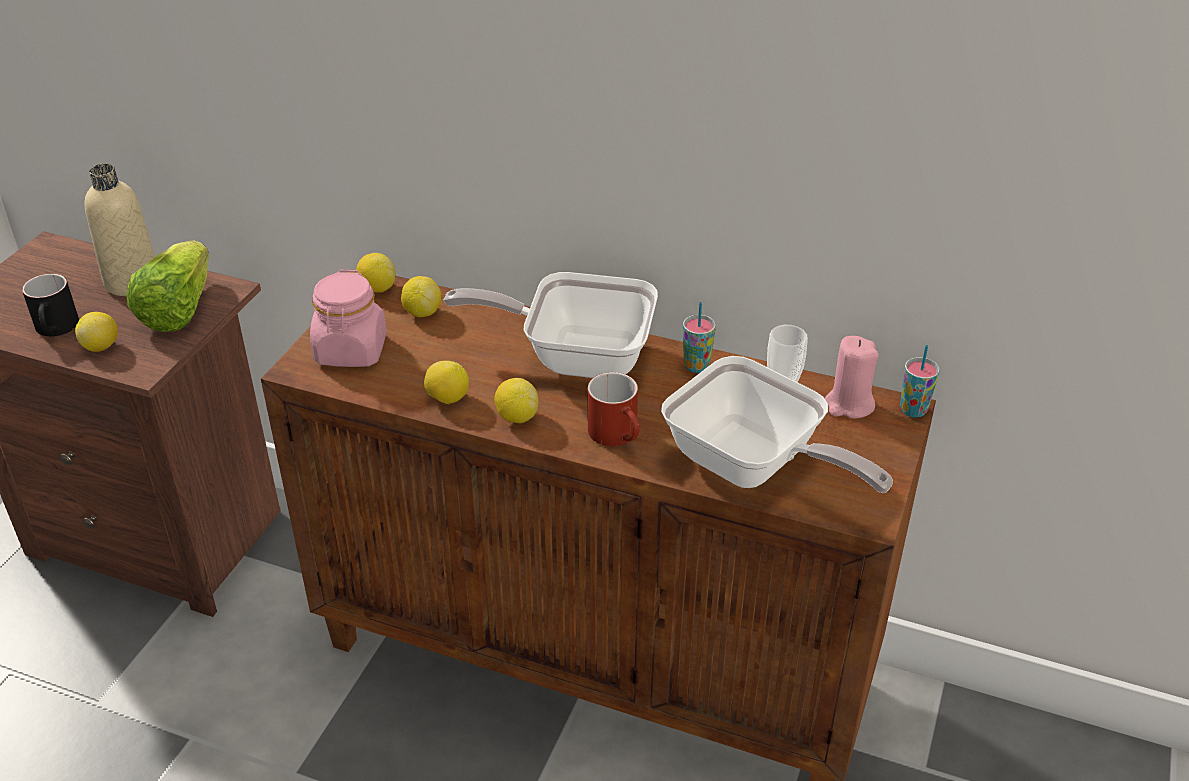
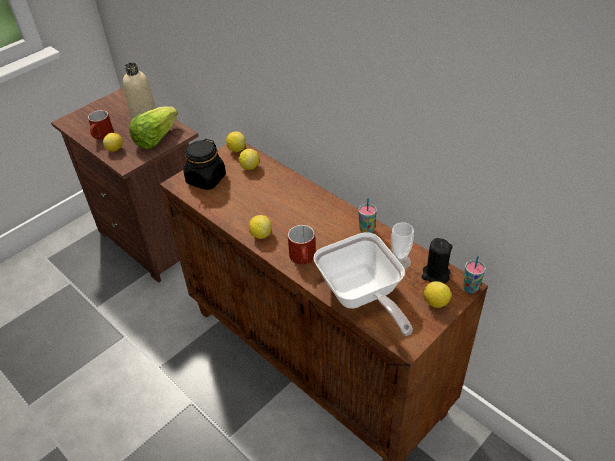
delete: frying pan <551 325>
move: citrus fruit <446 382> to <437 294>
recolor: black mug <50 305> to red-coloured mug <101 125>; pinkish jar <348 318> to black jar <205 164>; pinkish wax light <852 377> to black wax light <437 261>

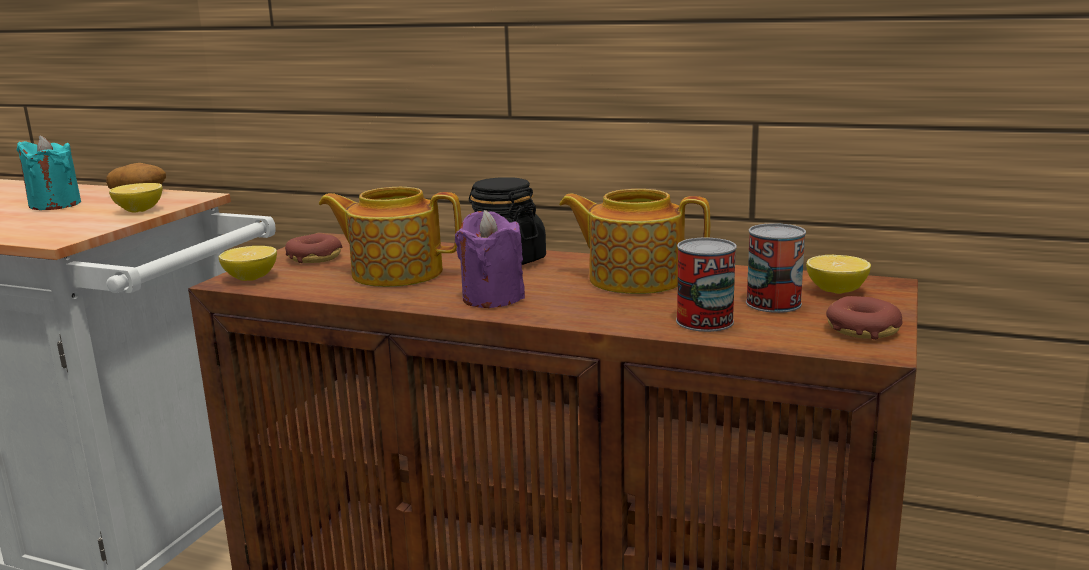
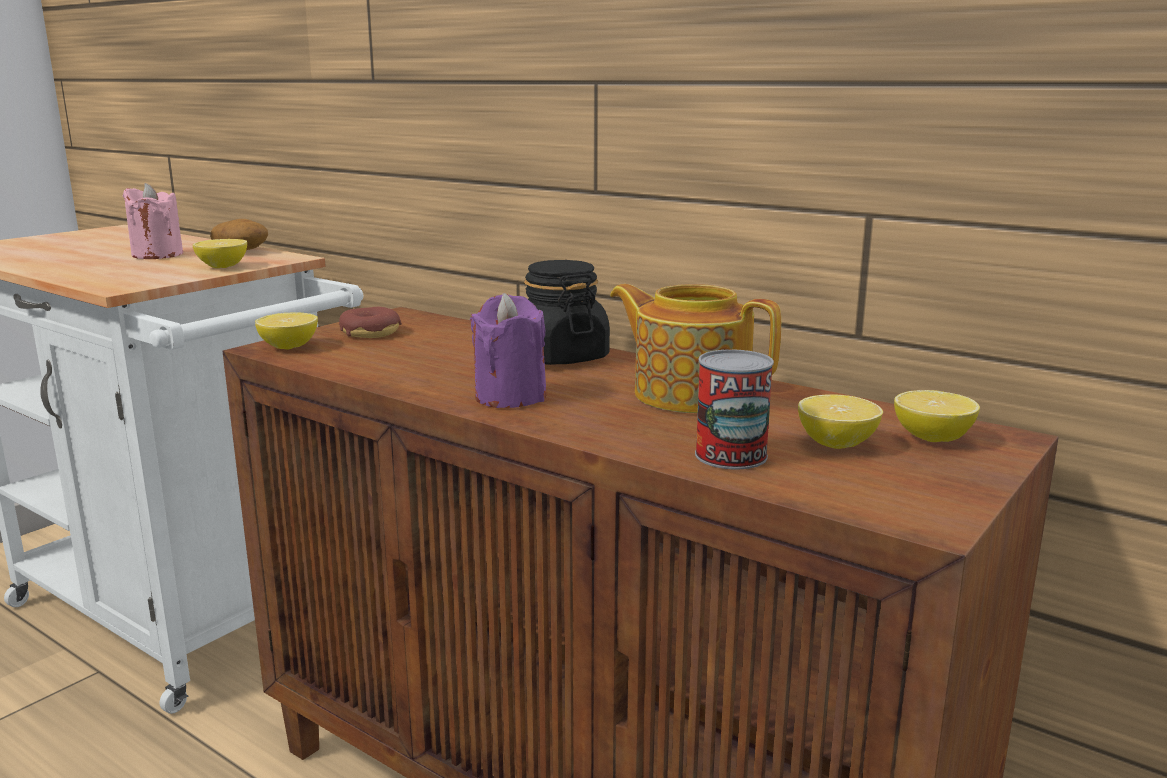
delete: pot for tea <390 237>; donut <864 318>
replace: can <776 268> to citrus fruit <840 422>
recolor: turquoise wax light <49 173> to pinkish wax light <153 221>

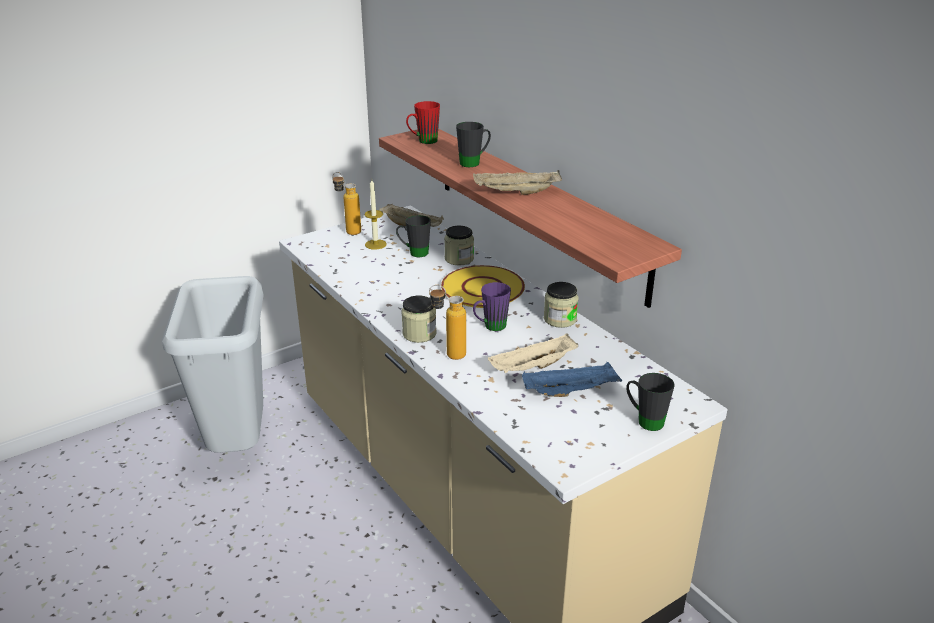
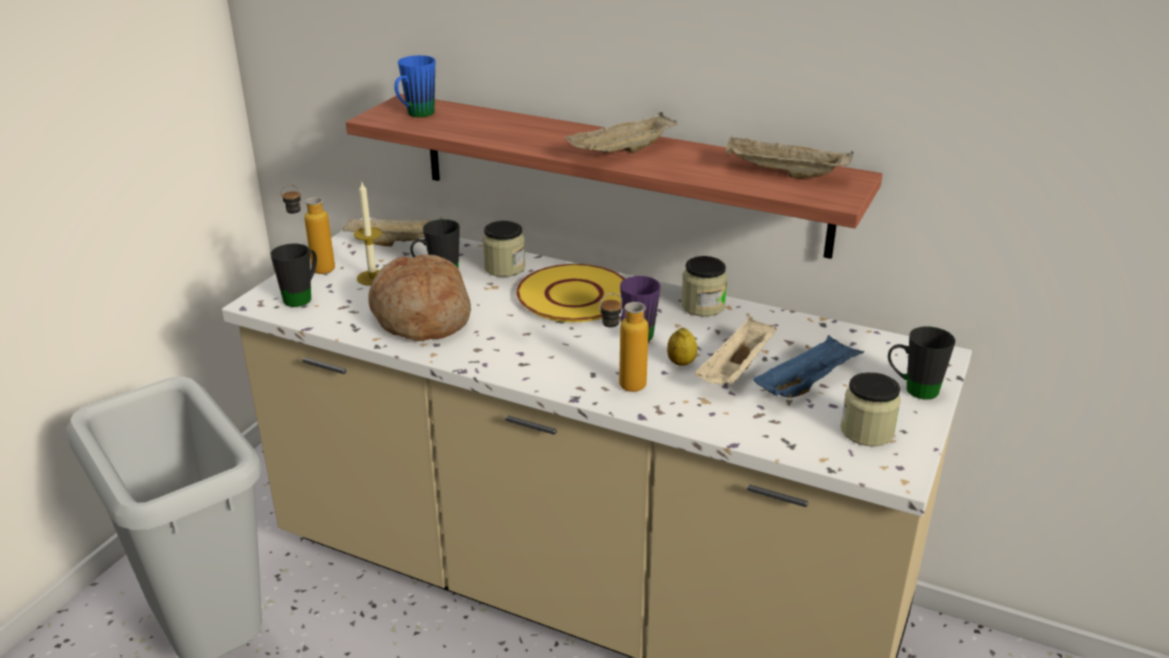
insert: bread <419 297>; citrus fruit <682 347>; beige-coloured tray <789 157>
move: black mug <473 144> to <293 275>; jar <419 319> to <870 409>
recolor: red-coloured mug <423 122> to blue-coloured mug <414 86>

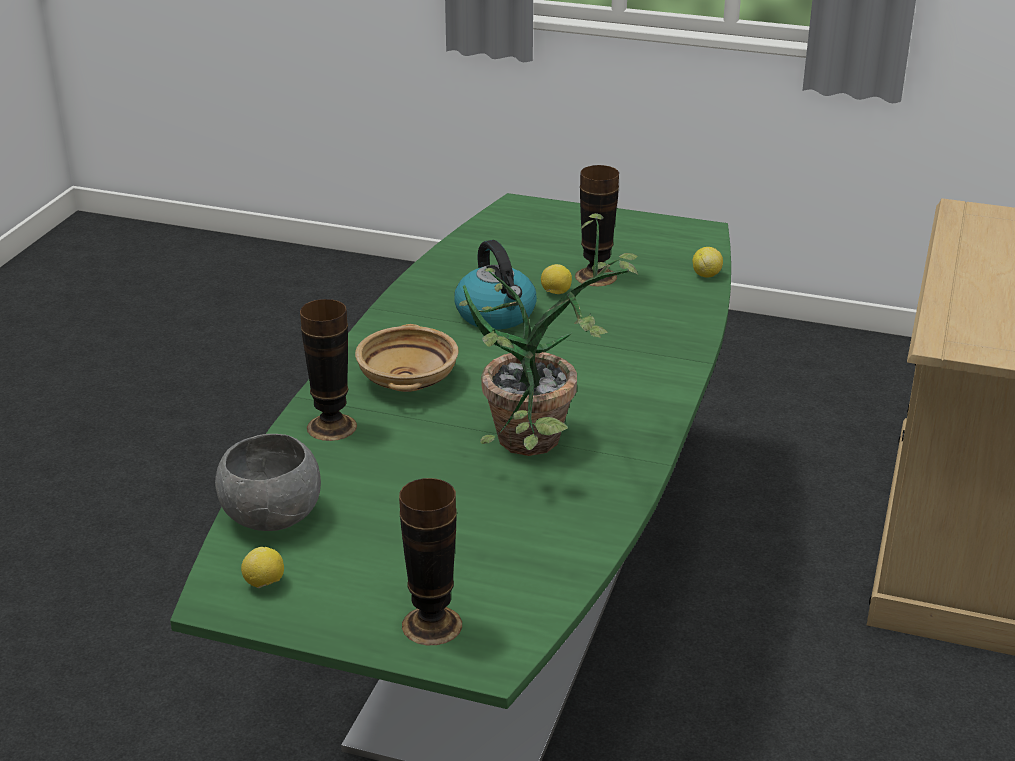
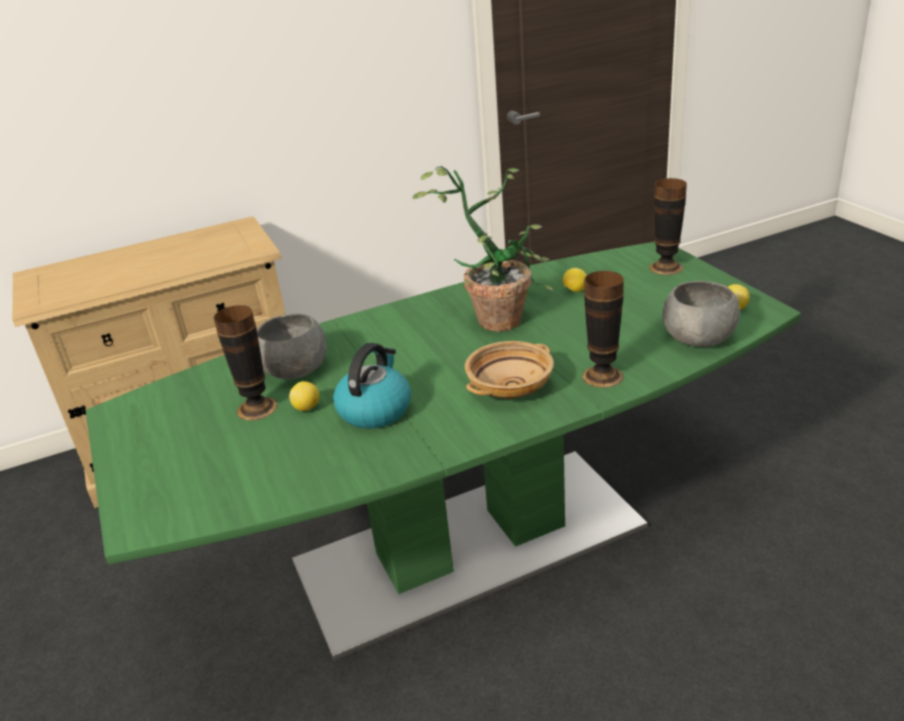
insert: grey deep dish <292 346>
move: citrus fruit <708 262> to <575 280>

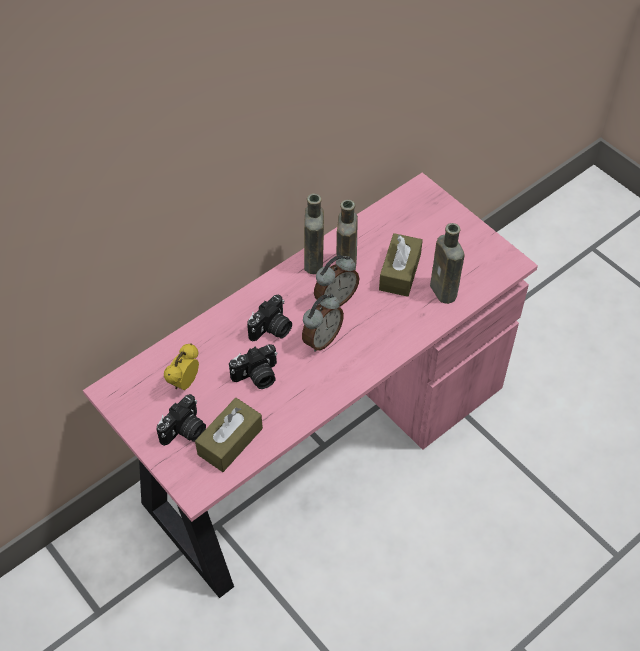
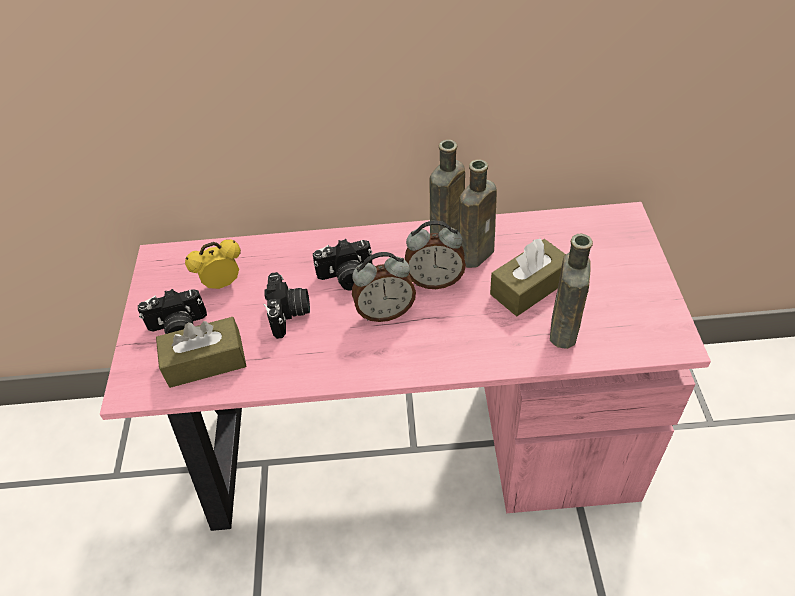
rotate: still camera <253 366> = <286 305> 105 degrees counterclockwise

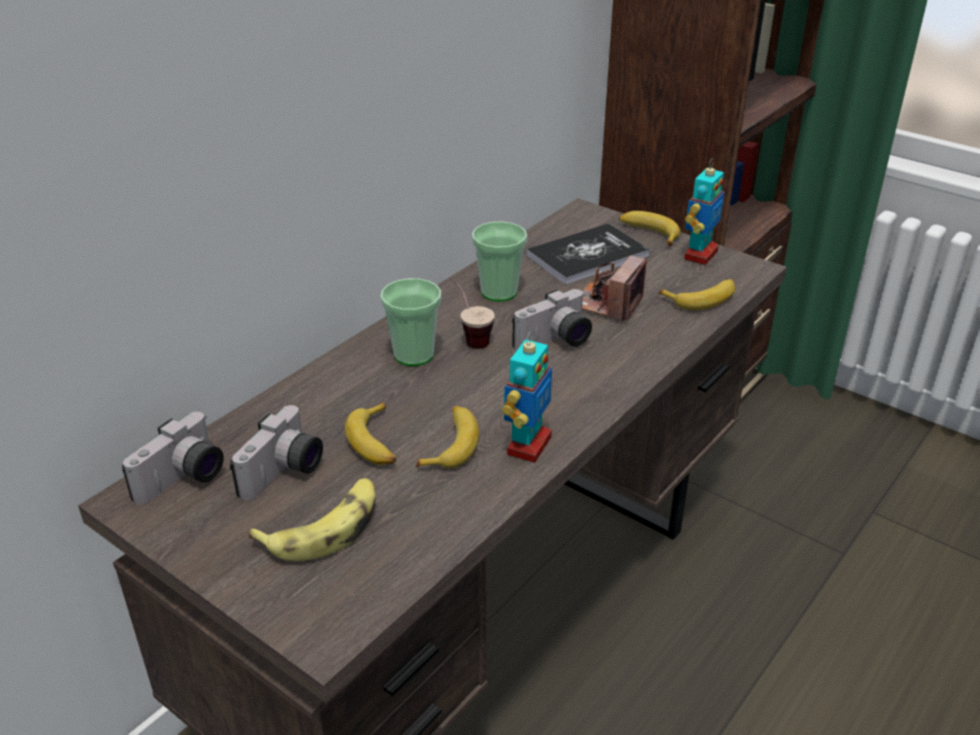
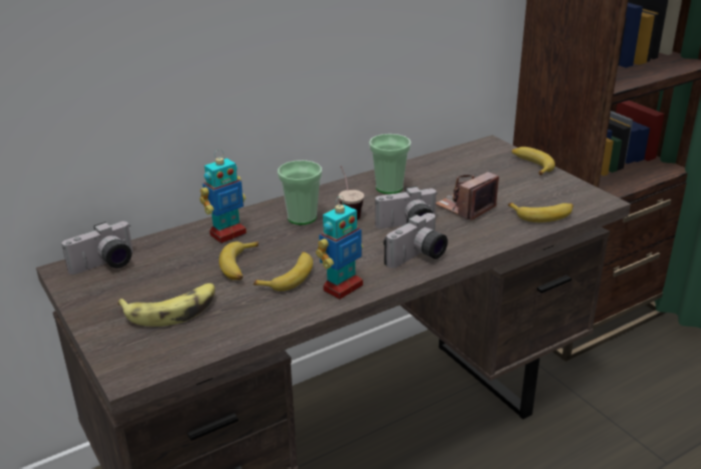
delete: bound book <588 254>
move: model robot <704 211> to <223 196>; still camera <276 453> to <416 240>

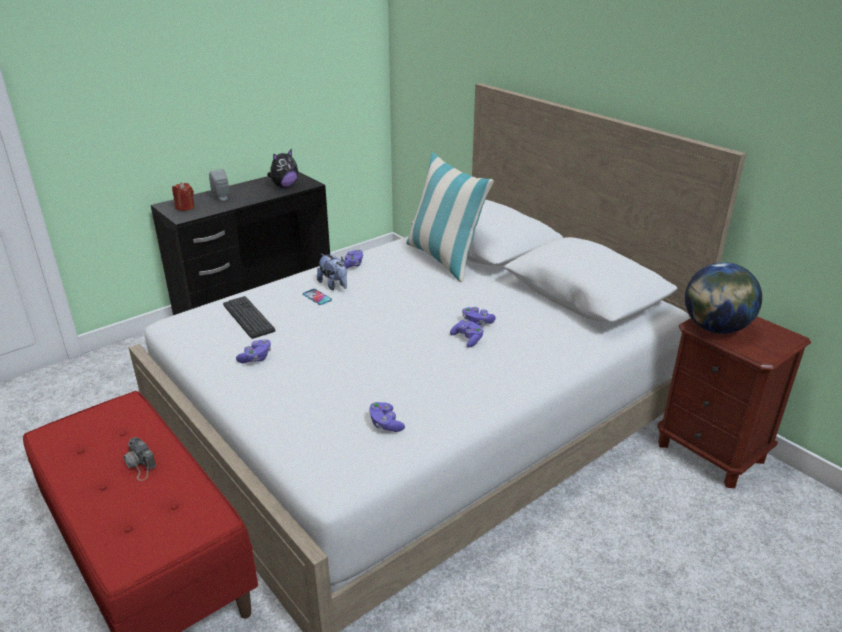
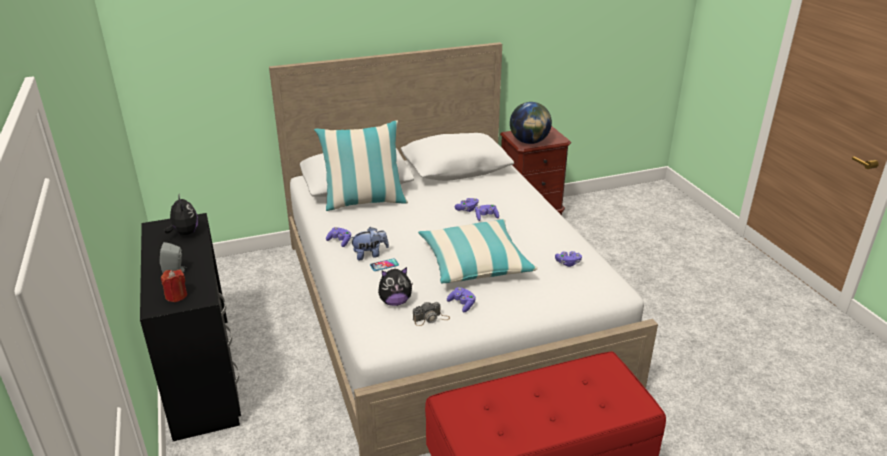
insert: throw pillow <477 251>
move: still camera <139 459> to <431 314>
replace: PC keyboard <249 317> to cuddly toy <395 286>

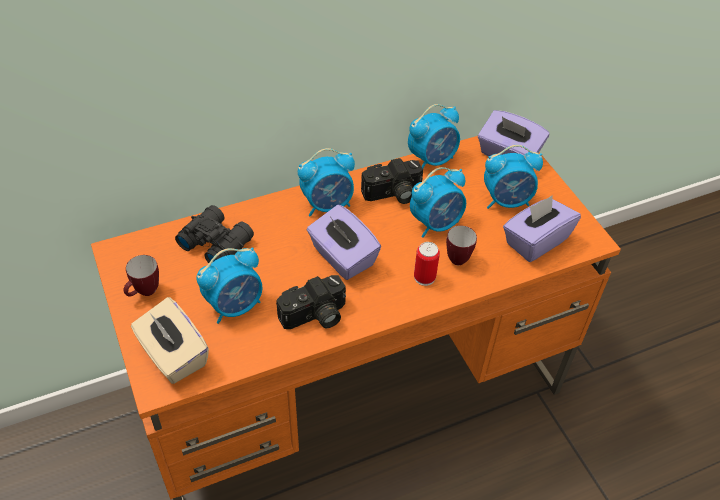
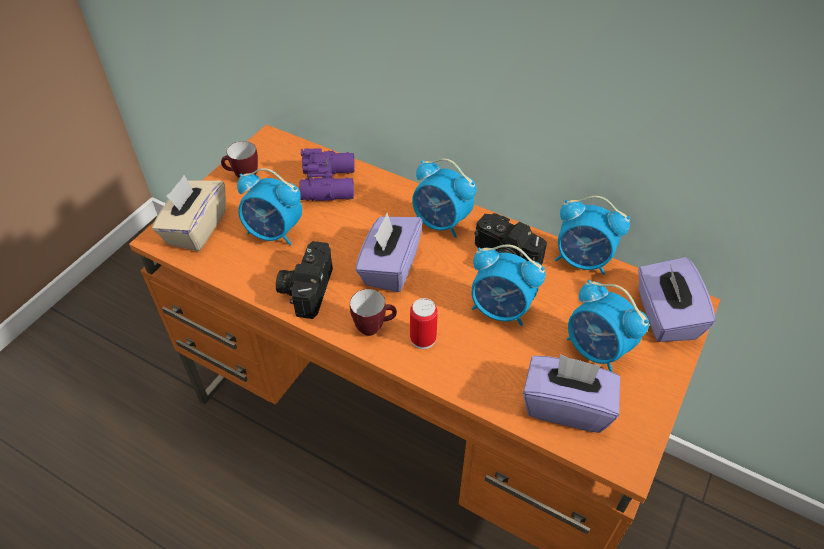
move: mug <461 245> to <373 312>
recolor: black binoculars <214 234> to purplish binoculars <327 174>
rotate: still camera <311 302> = <304 280> 75 degrees clockwise

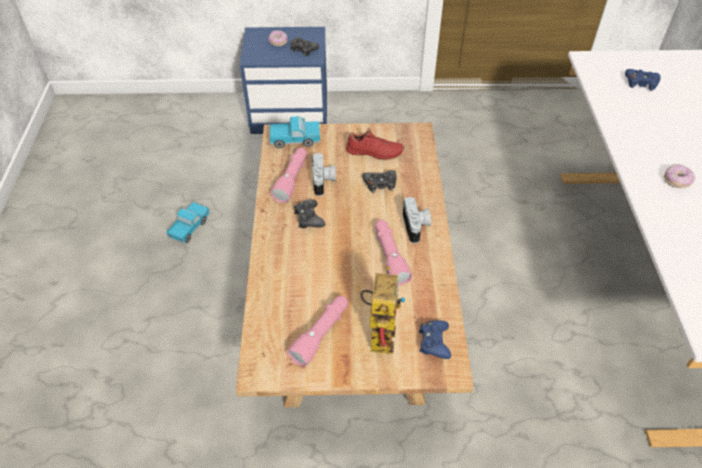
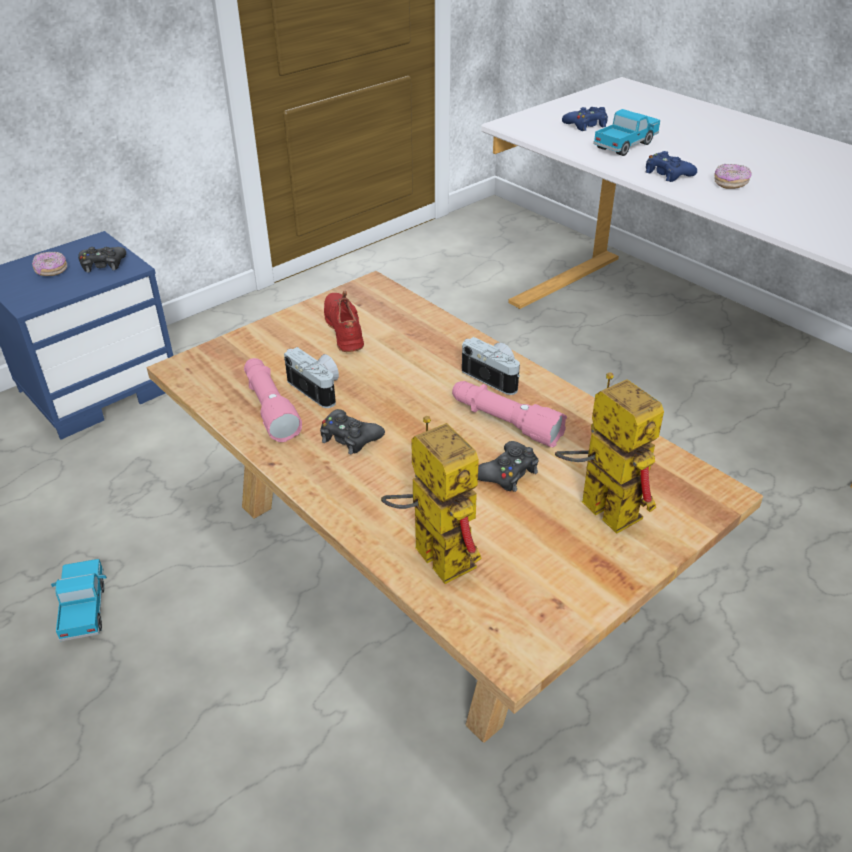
delete: pinkish torch <317 331>
insert: model robot <431 500>
move: black joypad <379 181> to <508 466>; model truck <295 132> to <626 132>; blue-coloured joypad <435 339> to <671 166>
rotate: red-coloured low shoe <375 143> = <344 321> 75 degrees counterclockwise

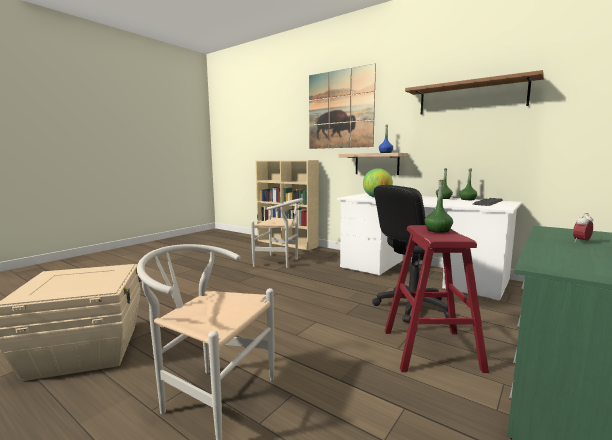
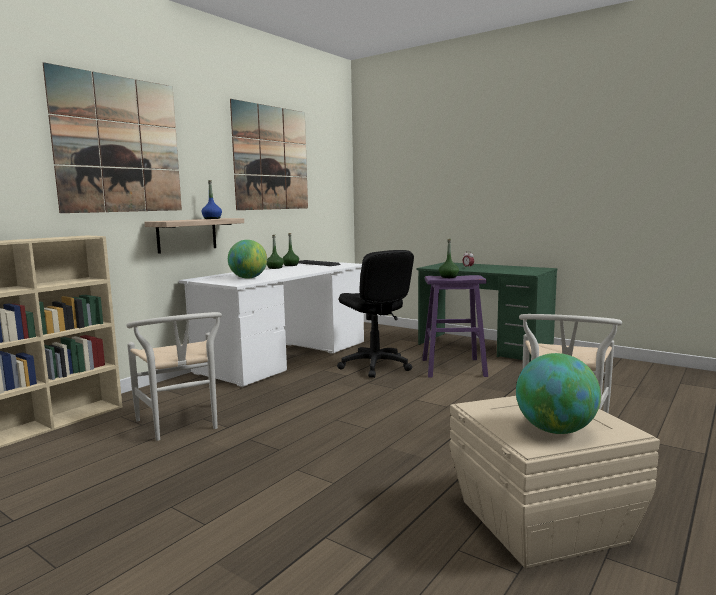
insert: world globe <558 393>
replace: brown shelf <474 92> to wall picture <269 154>
recolor: red-coloured stool <437 299> to purplish stool <455 326>
rotate: white plain chair <277 233> = <174 376> 135 degrees clockwise

